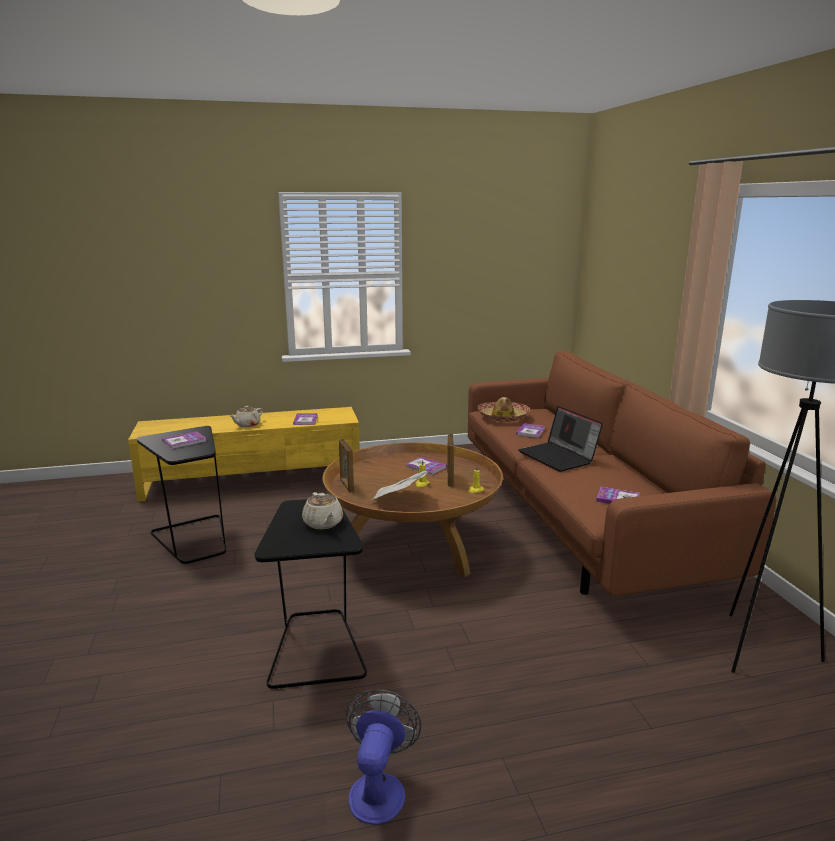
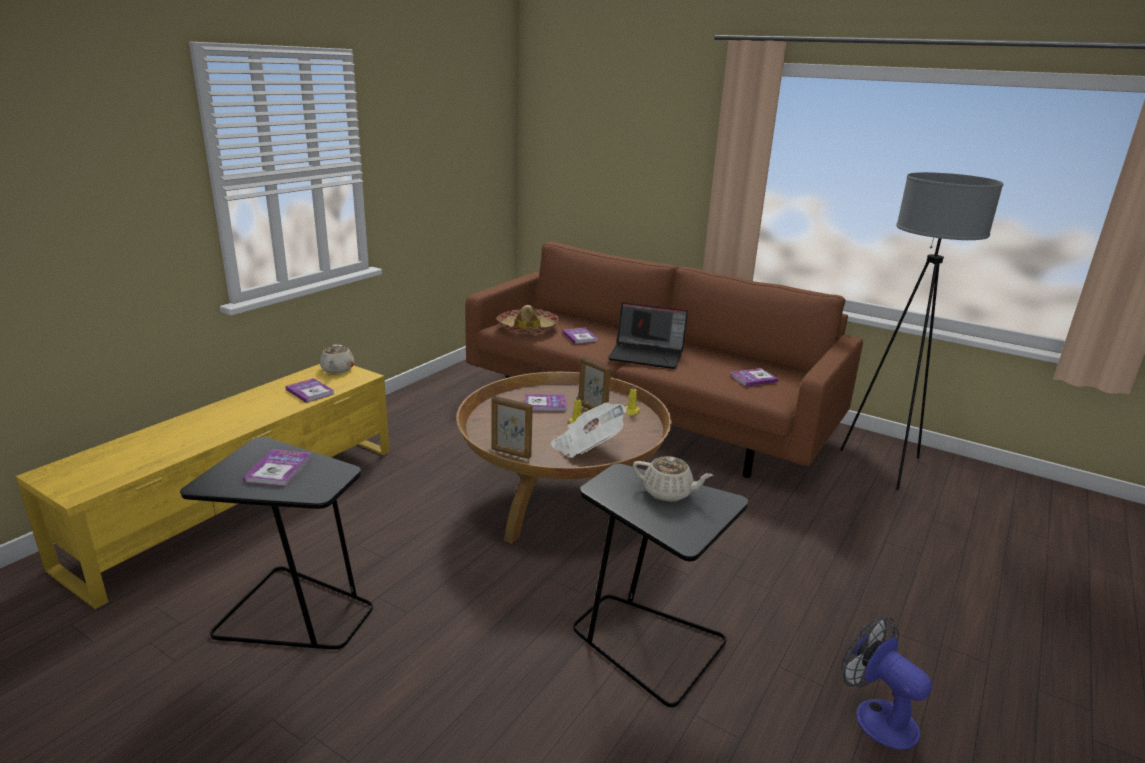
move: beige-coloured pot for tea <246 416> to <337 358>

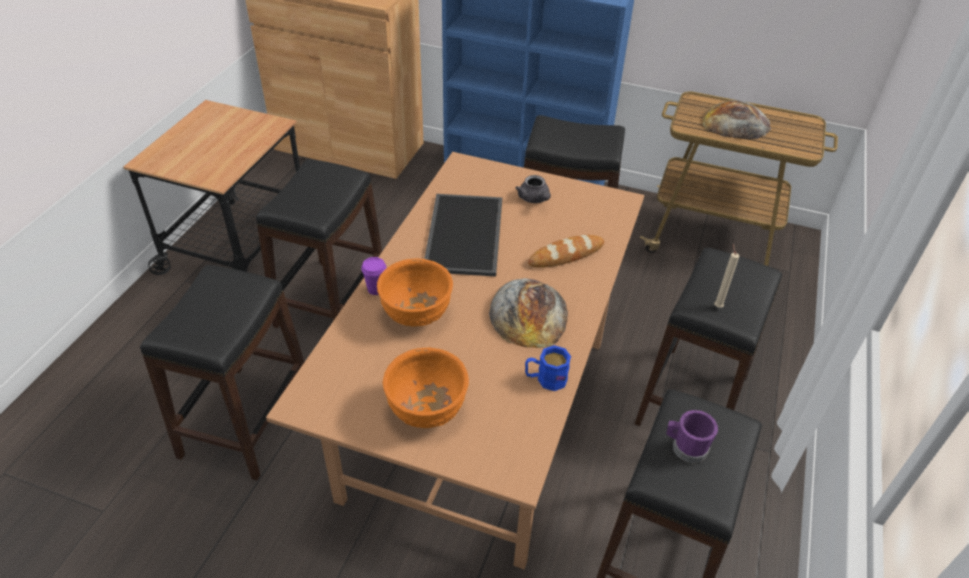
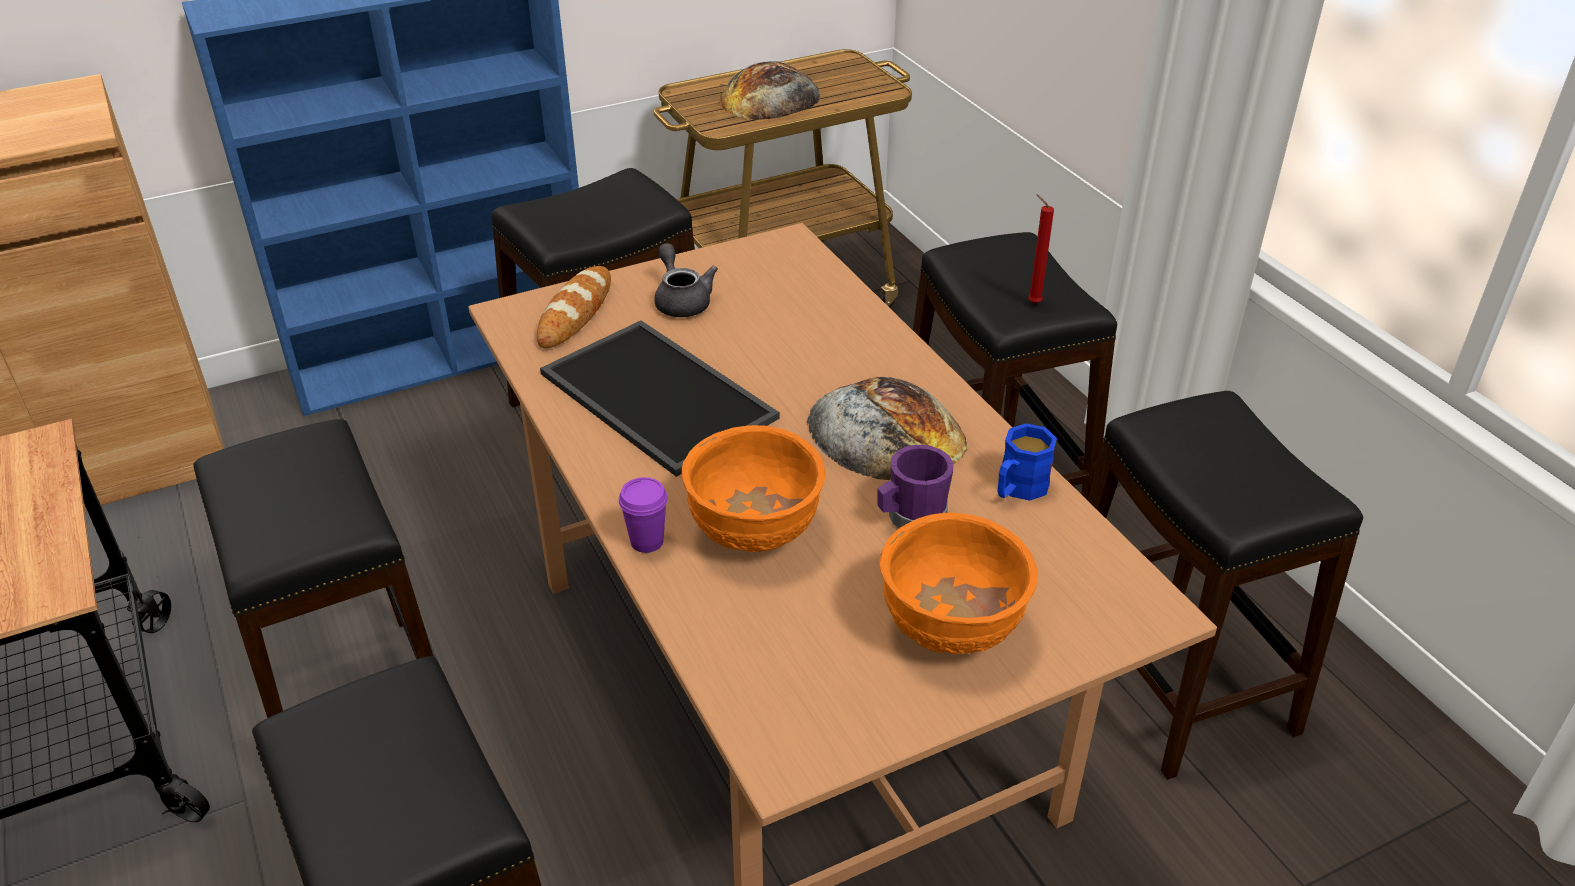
move: bread <566 251> to <574 307>; purplish mug <692 437> to <915 486>
recolor: beige-coloured wax light <726 276> to red-coloured wax light <1041 249>
rotate: grey pot for tea <533 189> = <686 280> 135 degrees counterclockwise

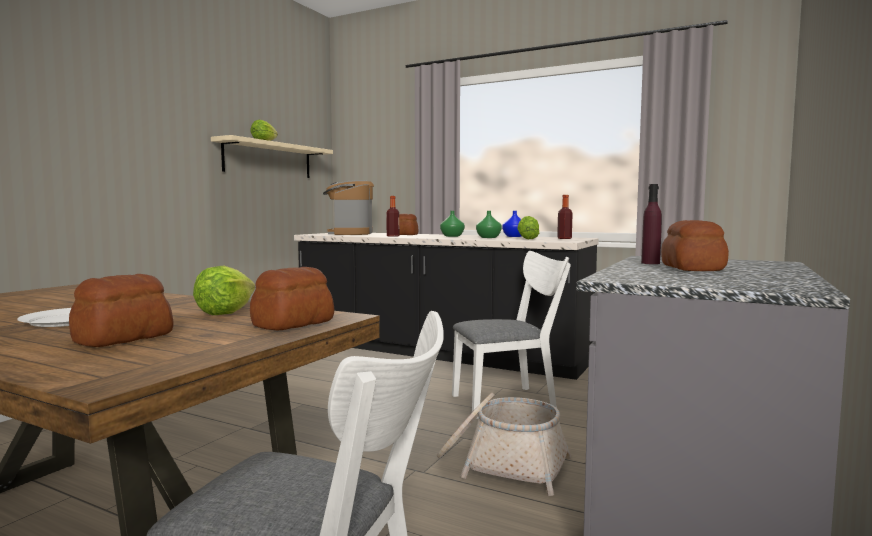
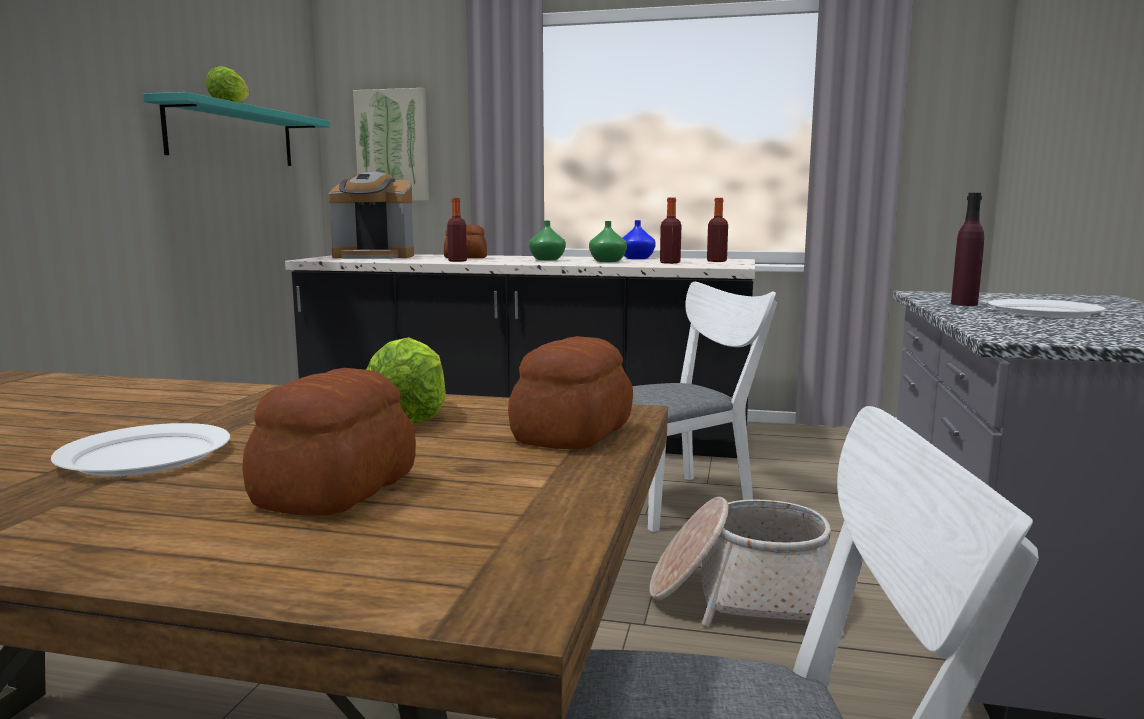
insert: wall picture <391 144>
replace: head of lettuce <528 228> to drink bottle <670 231>; bread <695 245> to white dinner plate <1046 308>
recolor: beige-coloured shelf <272 156> to turquoise shelf <236 129>
rotate: coffee maker <348 207> = <371 215> 75 degrees counterclockwise

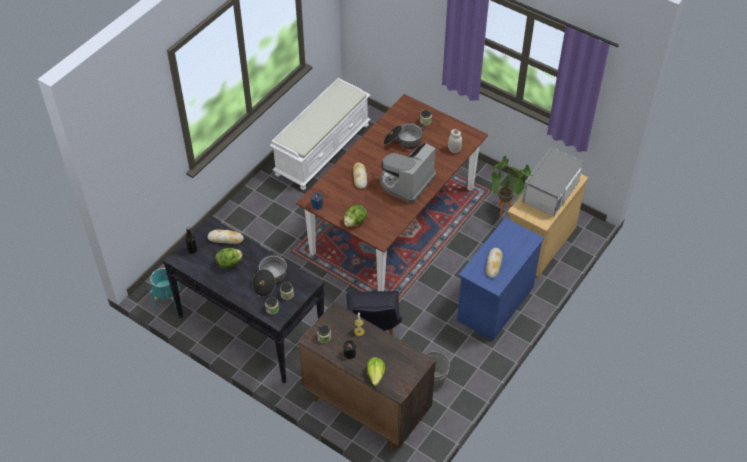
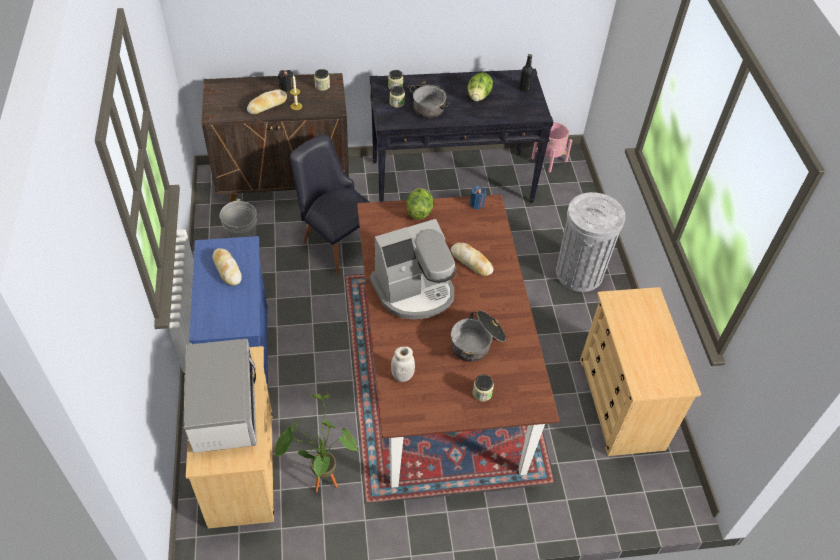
delete: head of lettuce <376 371>
insert: grey waste bin <591 242>
move: bread <226 236> to <267 101>
replace: white bench <320 134> to beige-coloured dresser <640 371>
recolor: turquoise planter <165 288> to pinkish planter <551 147>
rotate: coffee maker <408 173> = <413 269> 75 degrees clockwise

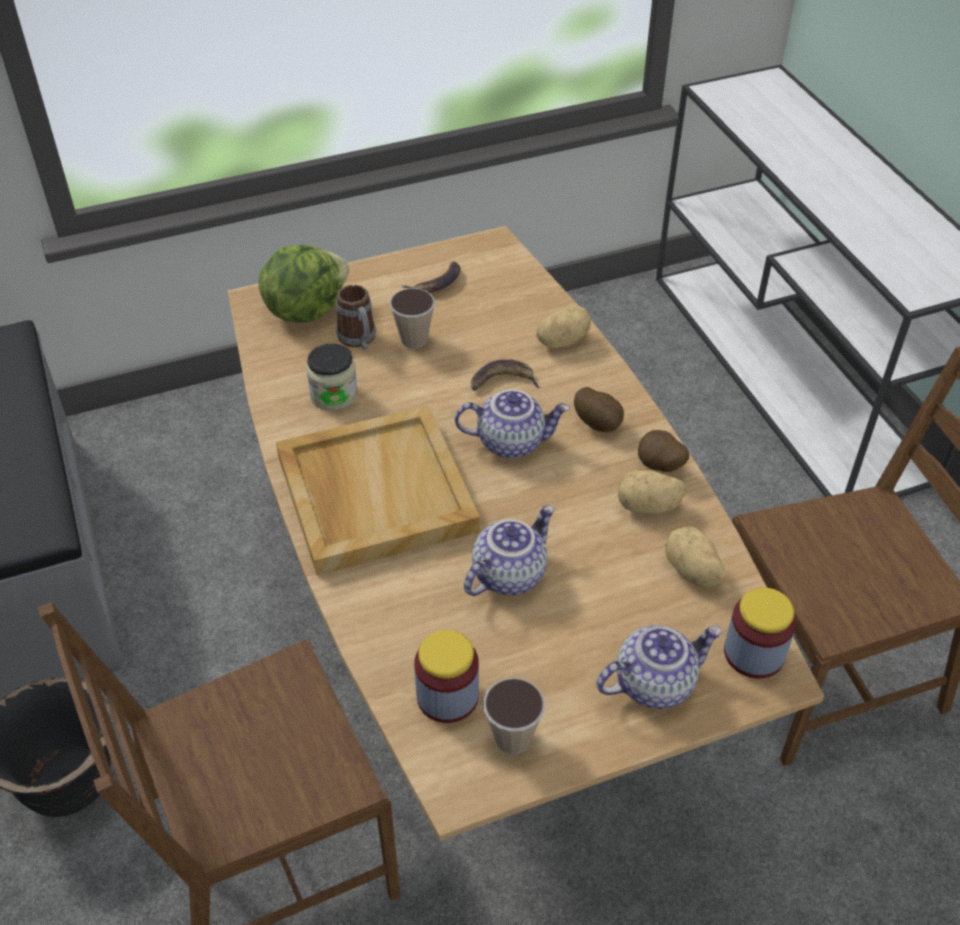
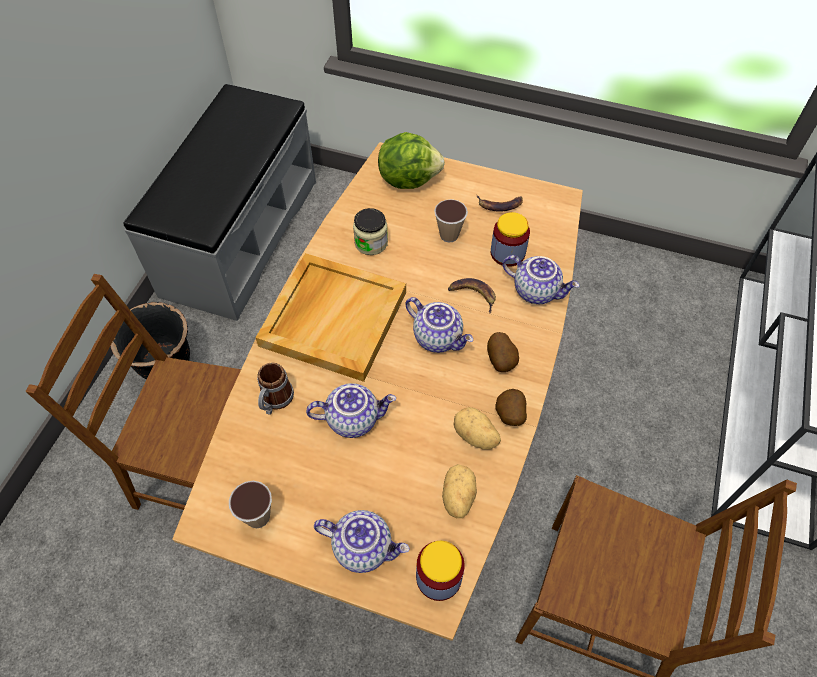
move: mug <356 317> to <275 389>; jar <446 676> to <510 239>
replace: whole potato <563 326> to pot for tea <541 279>

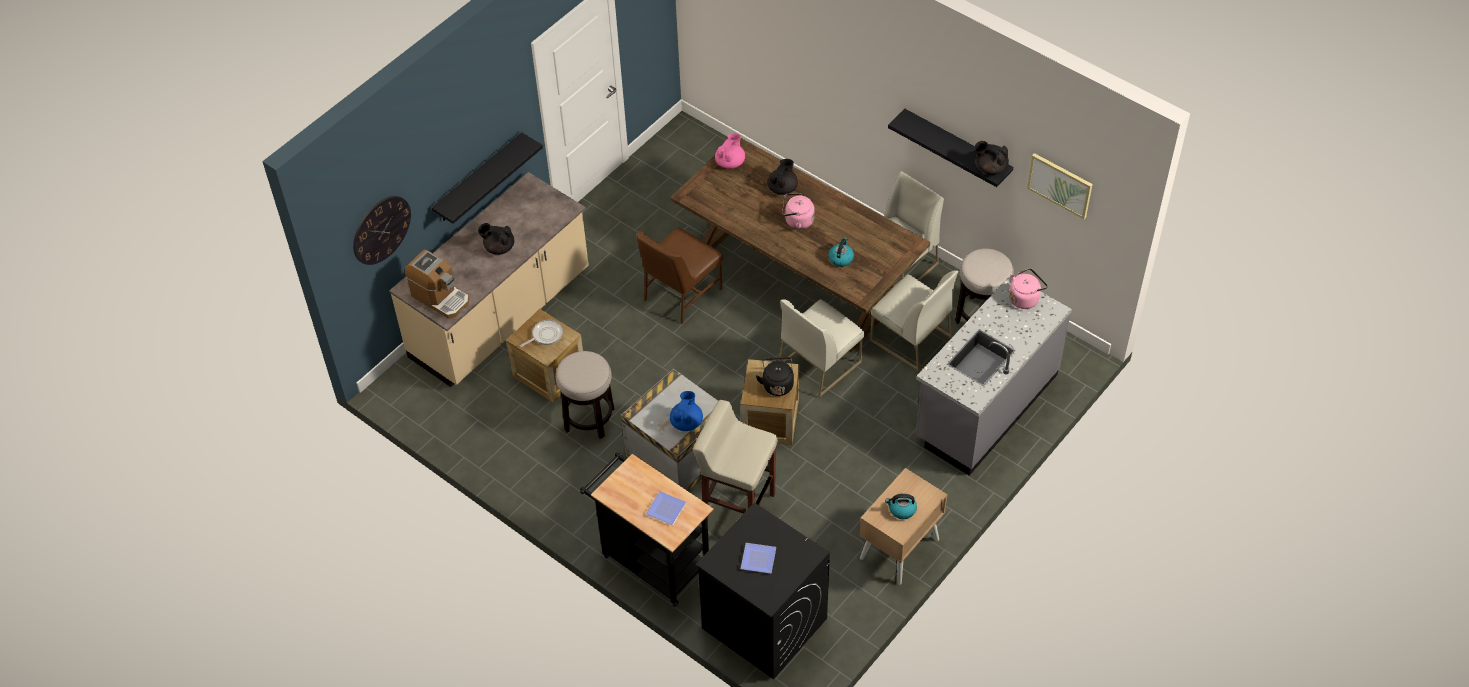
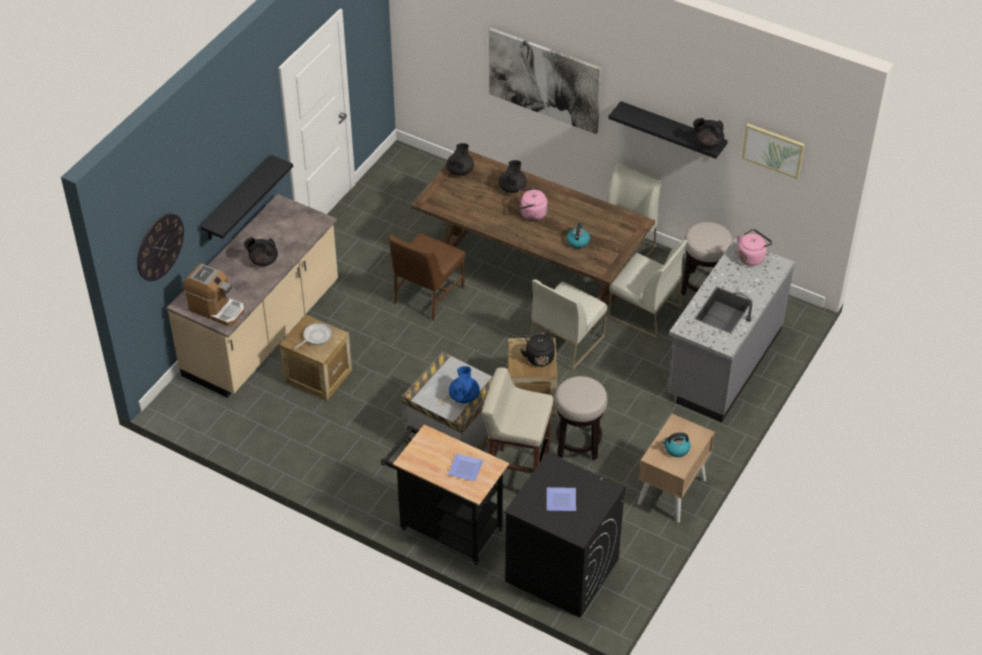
insert: wall picture <545 81>
move: stool <585 395> to <581 418>
recolor: pinkish pot for tea <730 151> to black pot for tea <460 159>

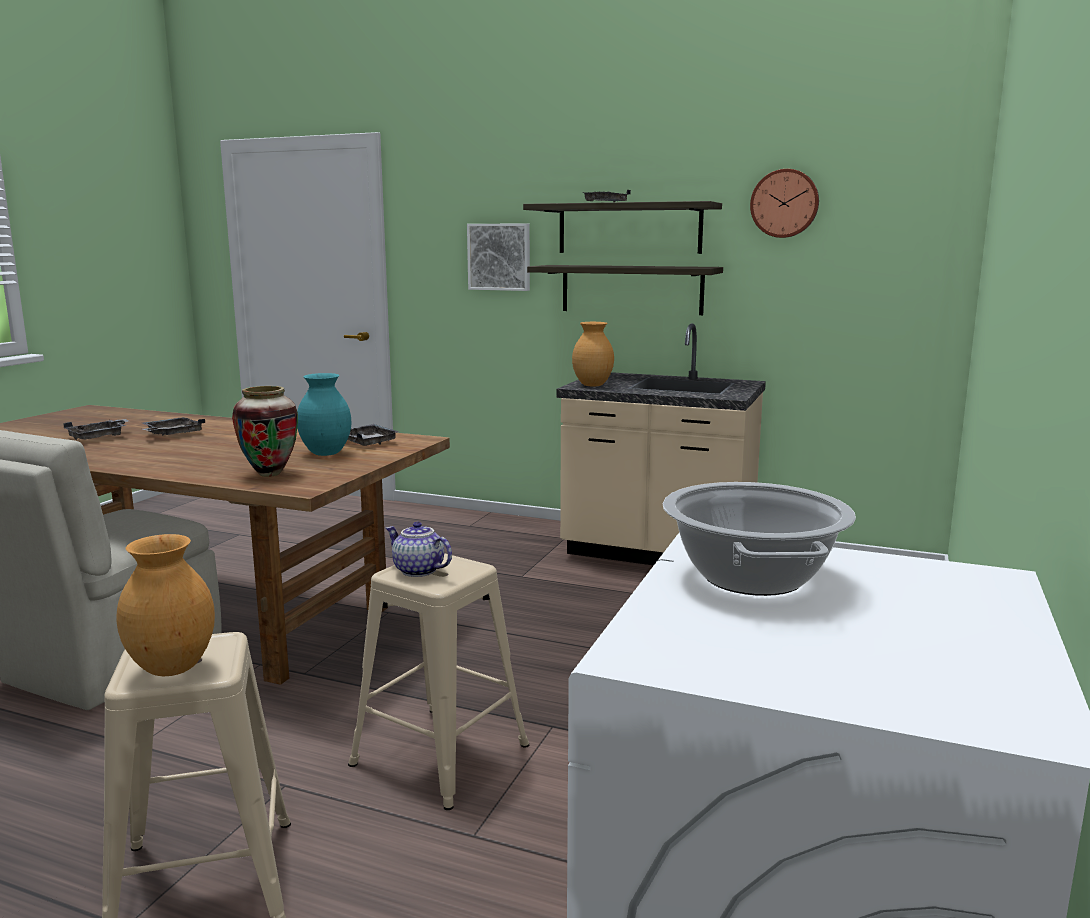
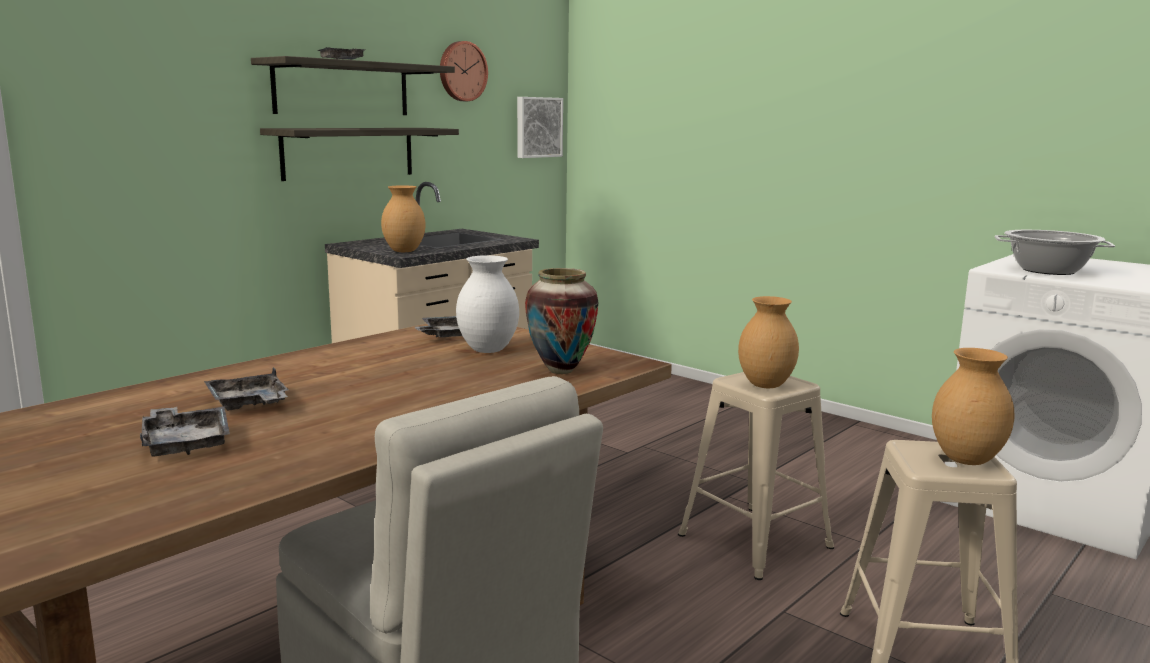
move: wall picture <498 257> to <540 127>
replace: pot for tea <419 549> to brown vase <768 342>
recolor: turquoise vase <324 414> to white vase <487 304>

